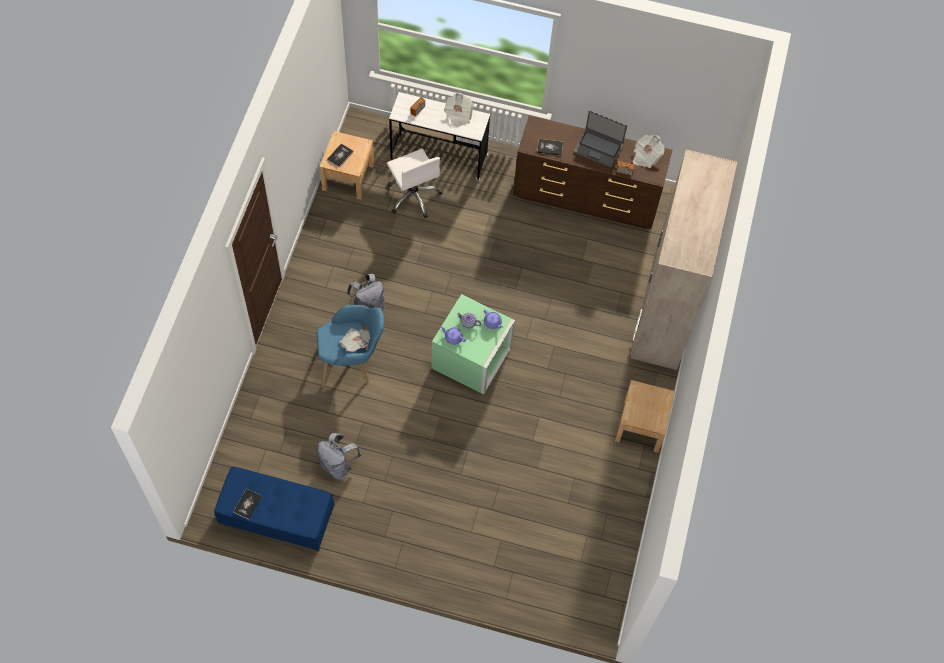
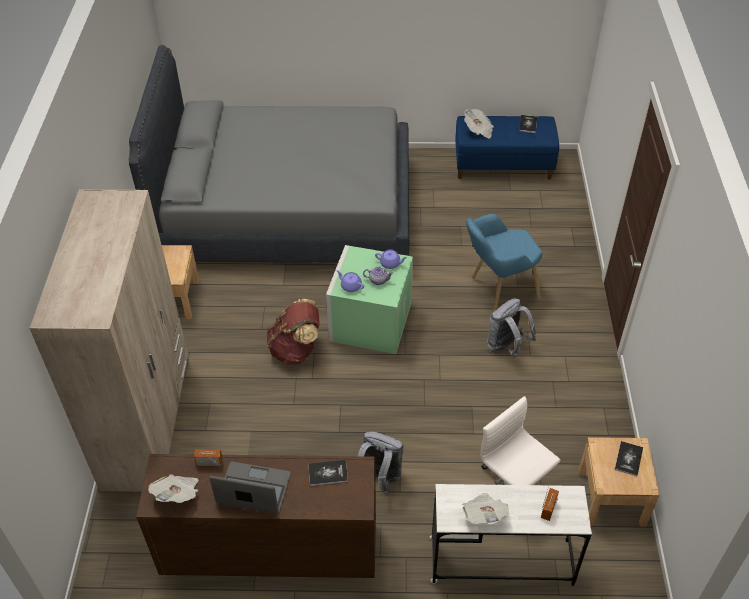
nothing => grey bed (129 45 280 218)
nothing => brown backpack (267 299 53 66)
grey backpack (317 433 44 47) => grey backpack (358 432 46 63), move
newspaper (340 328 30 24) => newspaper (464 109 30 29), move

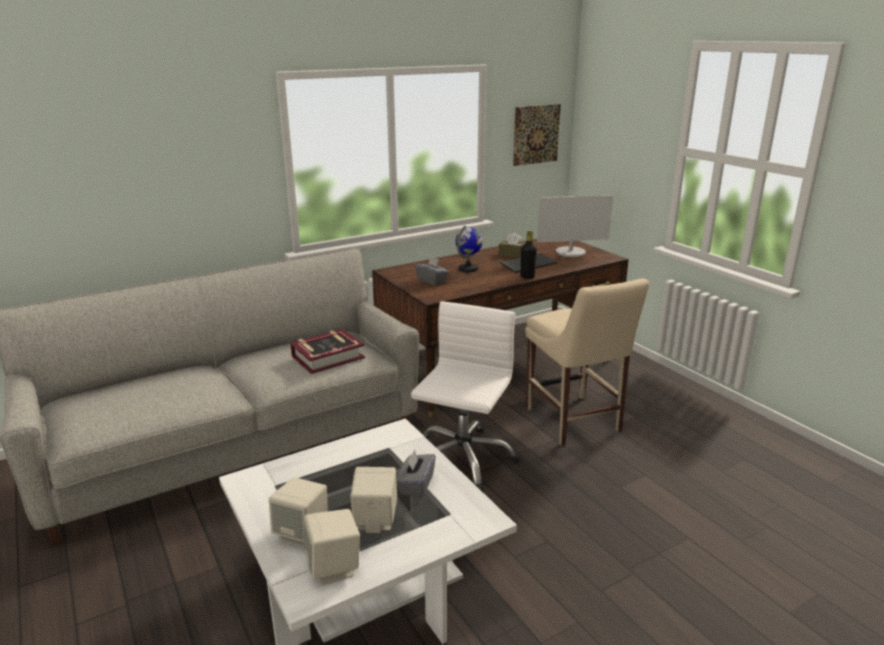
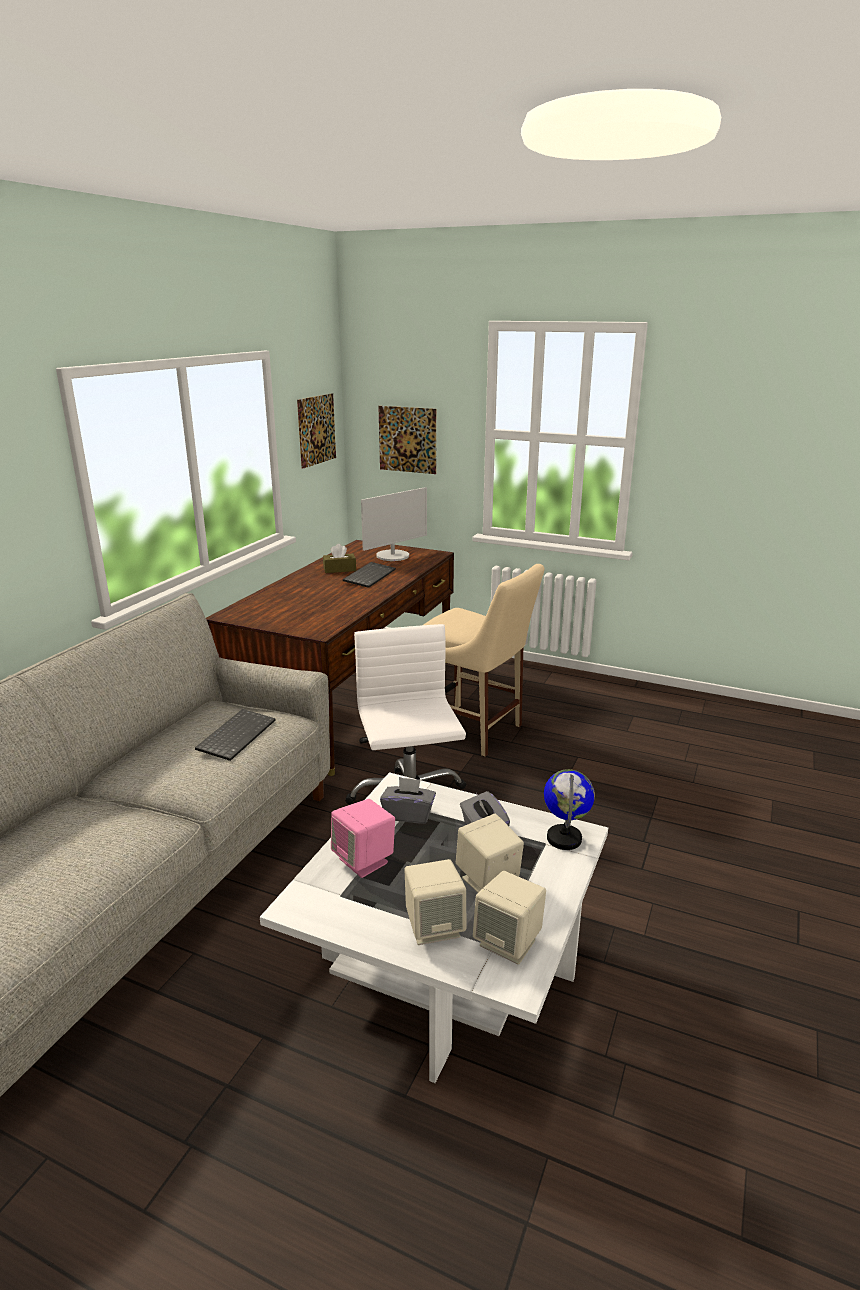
book (290 329 75 45) => keyboard (195 709 80 52)
nothing => pink speaker (331 799 64 79)
nothing => picture (378 406 58 68)
grey tissue box (415 256 34 30) => grey tissue box (380 777 56 47), move
globe (456 226 27 46) => globe (544 769 51 81), move
black bottle (520 230 17 49) => nothing

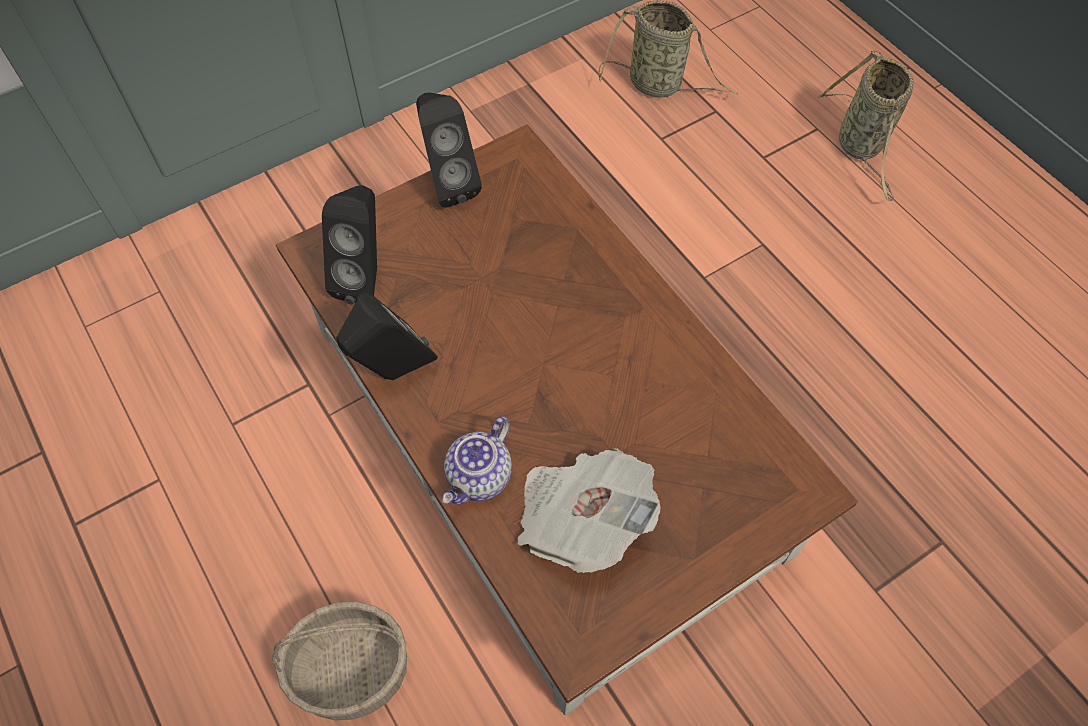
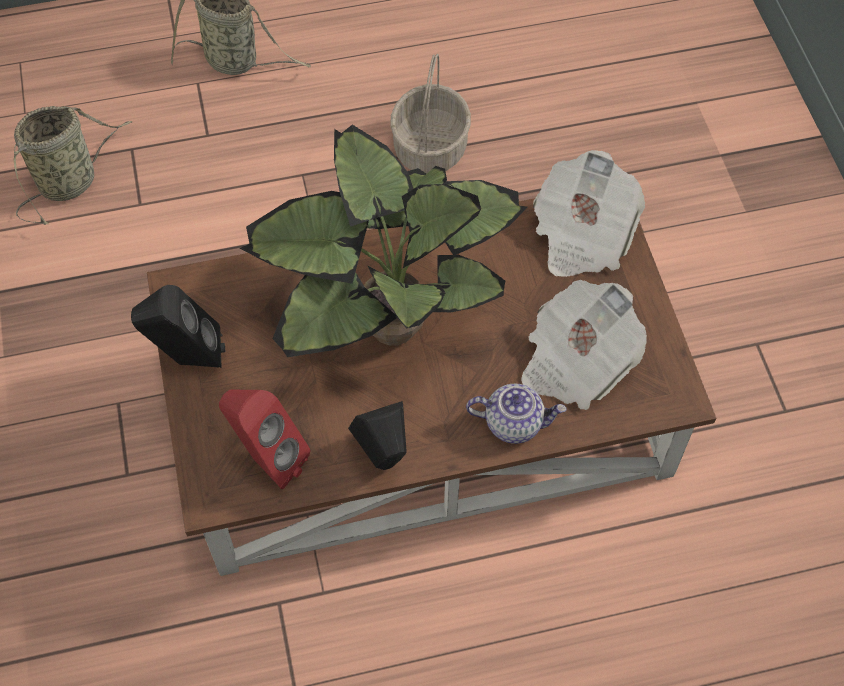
black speaker (322 186 55 118) => red speaker (219 390 92 99)
nothing => potted plant (240 125 287 232)
basket (272 602 135 119) => basket (390 54 81 120), move
teapot (442 416 70 89) => teapot (466 384 101 60), 45 degrees counterclockwise
nothing => newspaper (533 150 112 127)

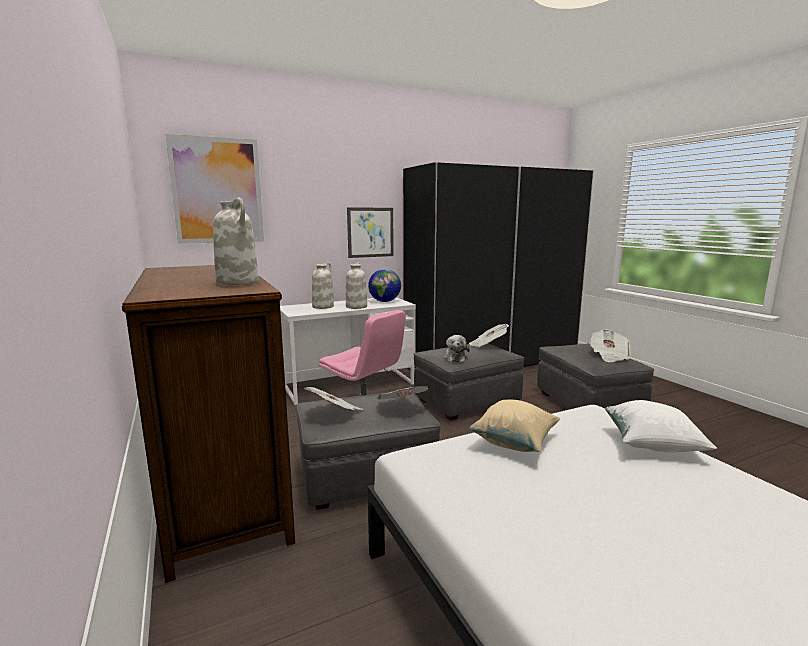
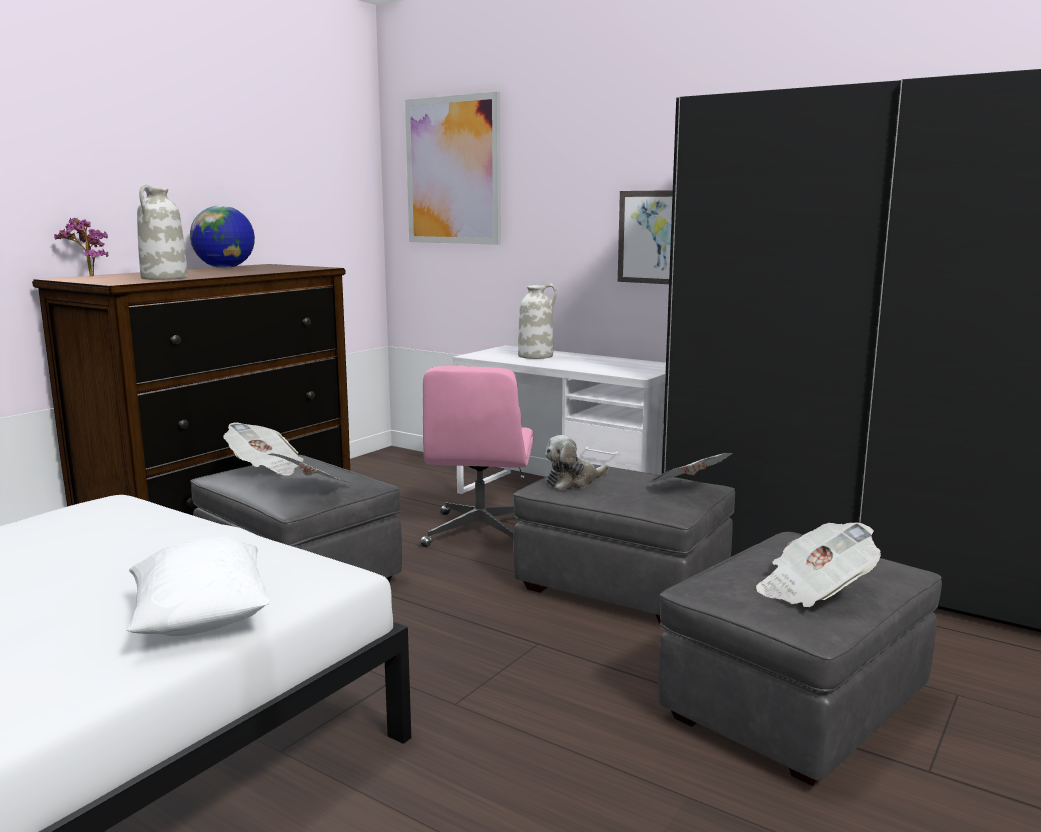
nothing => potted plant (54 218 54 58)
globe (368 269 33 33) => globe (190 205 65 63), move
white vase (346 262 21 47) => nothing
beige pillow (469 400 91 52) => nothing

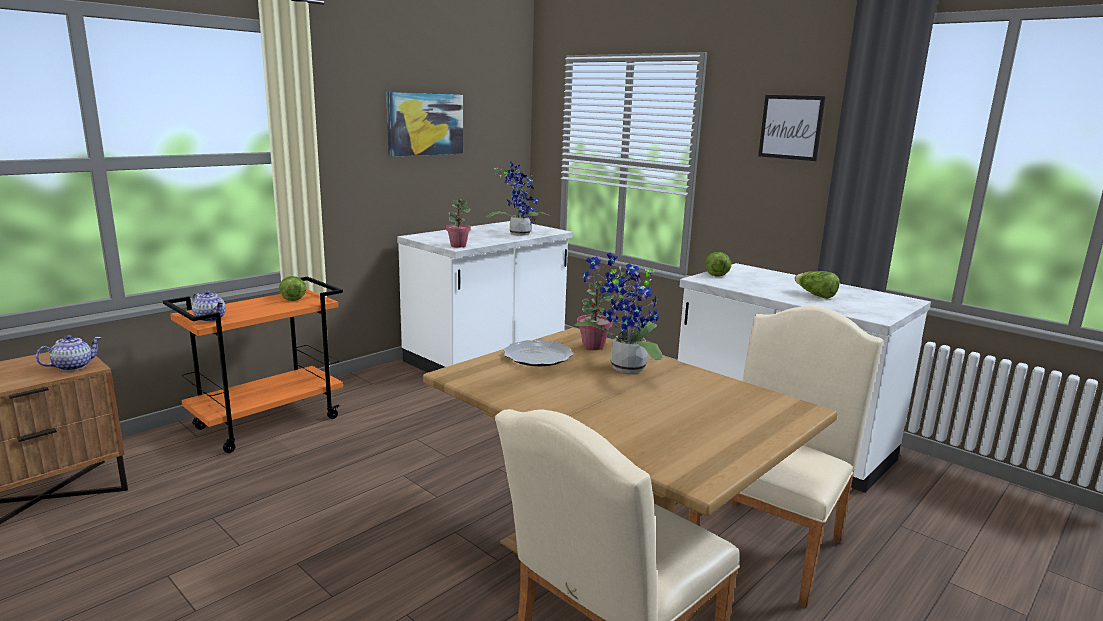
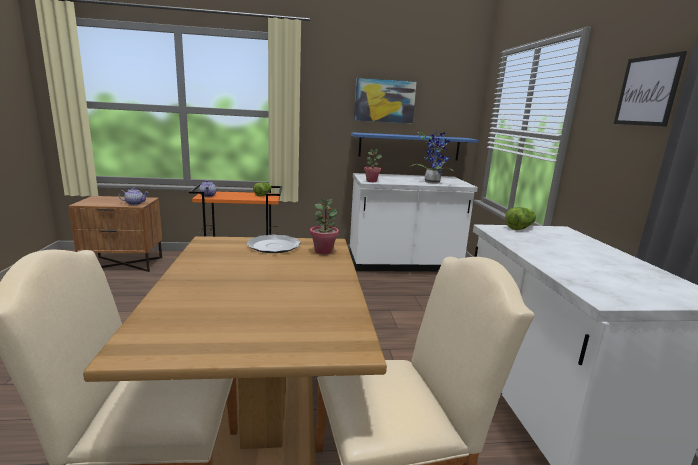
nothing => blue shelf (351 132 128 28)
potted plant (574 252 89 121) => nothing
lettuce (794 271 46 28) => nothing

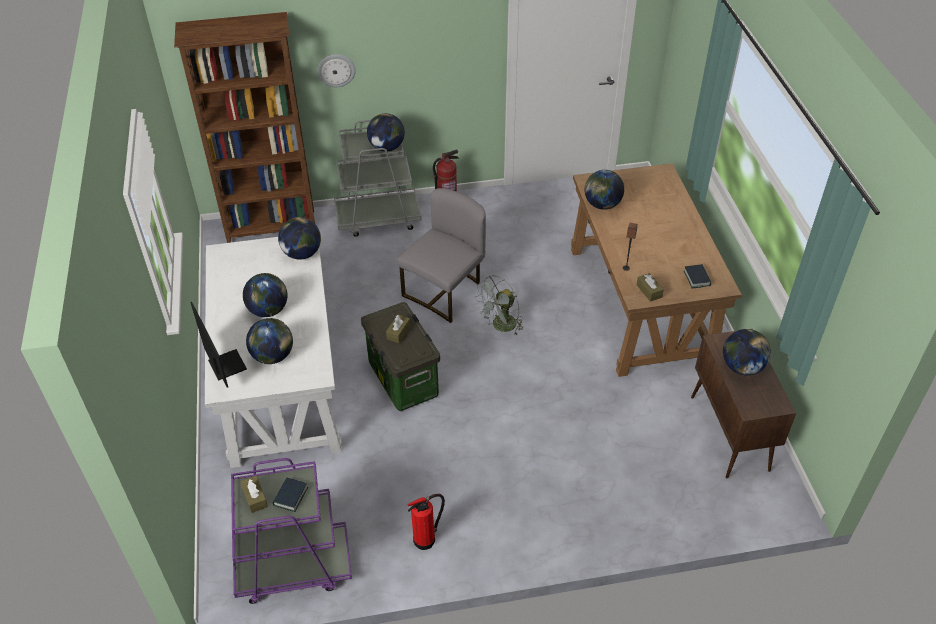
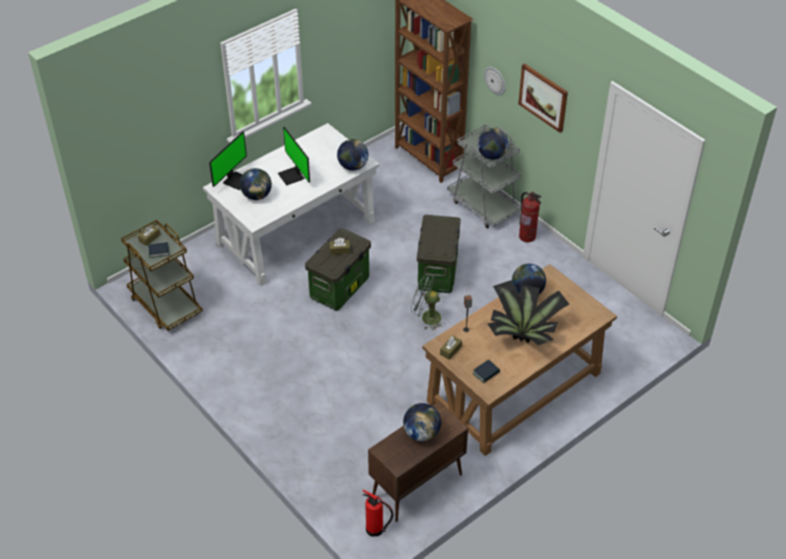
purple cart (231 458 121 146) => brown cart (121 220 81 111)
globe (243 273 44 44) => monitor (278 127 32 59)
fire extinguisher (407 494 38 56) => fire extinguisher (363 489 30 48), move
grey chair (397 188 89 135) => storage box (417 215 44 78)
nothing => potted plant (487 280 82 65)
nothing => picture (518 63 50 70)

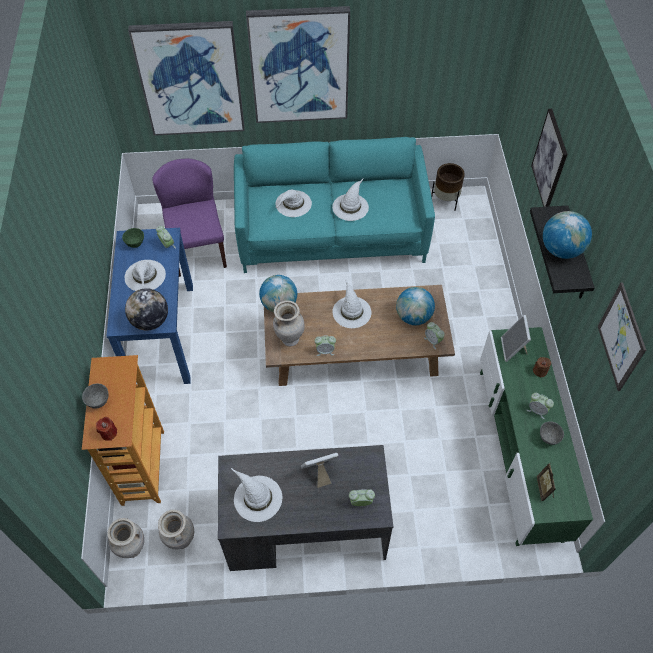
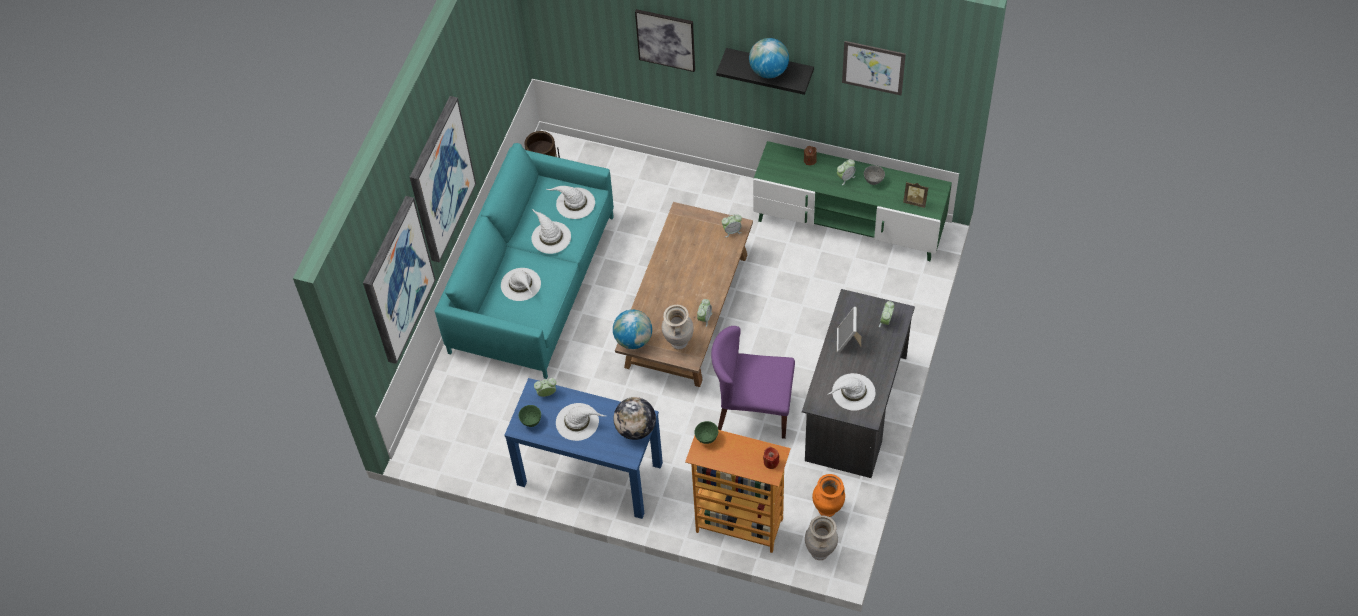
white hat (332 280 39 48) => white hat (547 186 48 33), move
nothing => green bowl (694 421 24 23)
purple chair (152 159 75 118) => purple chair (711 326 84 113), move
beige vase (158 509 36 40) => orange vase (812 474 33 43)
grey bowl (82 383 26 26) => nothing
globe (396 287 39 38) => nothing
picture frame (501 315 30 47) => nothing

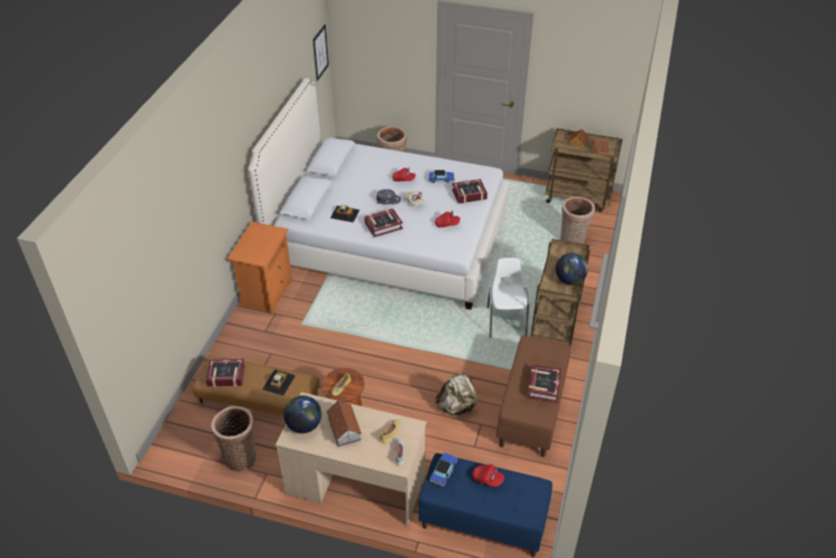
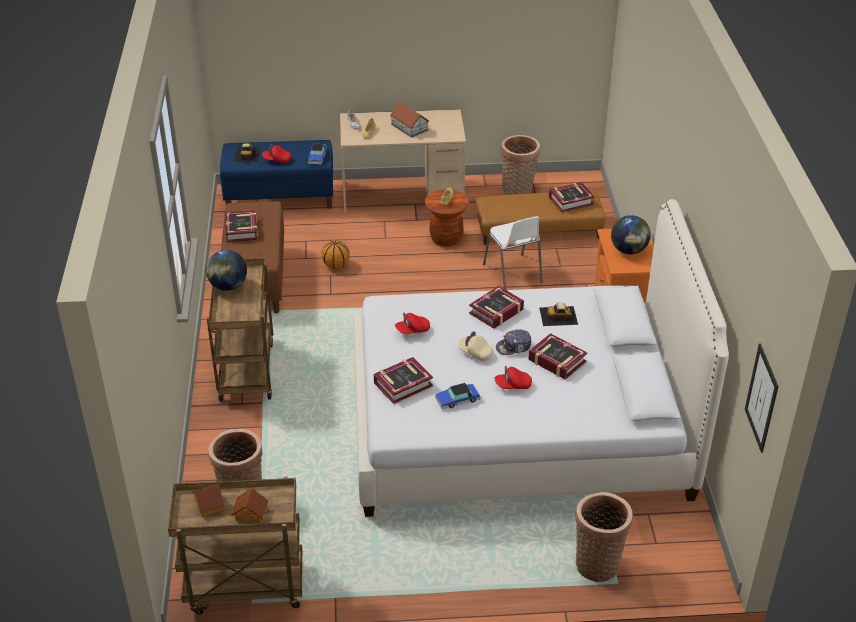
toy car (262 369 34 27) => toy car (234 143 27 19), move
beige backpack (435 371 43 44) => basketball (322 240 28 29)
white chair (487 258 42 80) => white chair (483 216 60 74), move
nothing => book (528 333 59 46)
globe (284 395 38 38) => globe (611 215 40 39), move

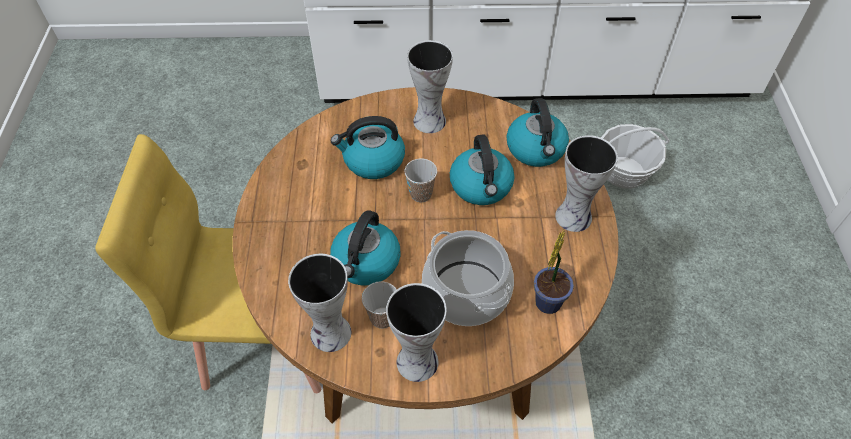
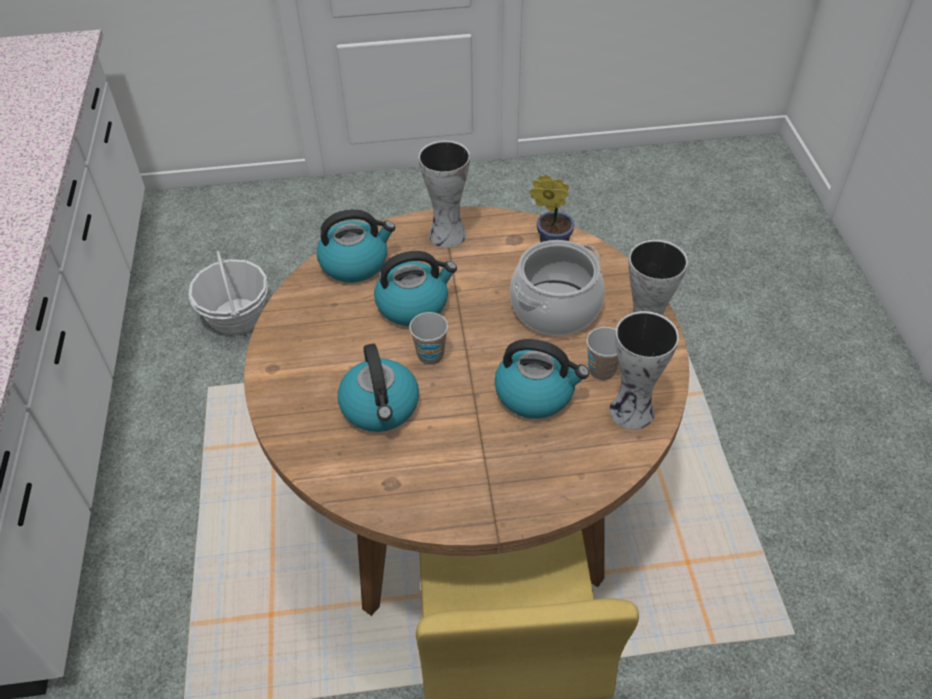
vase (407 40 46 93) => nothing

